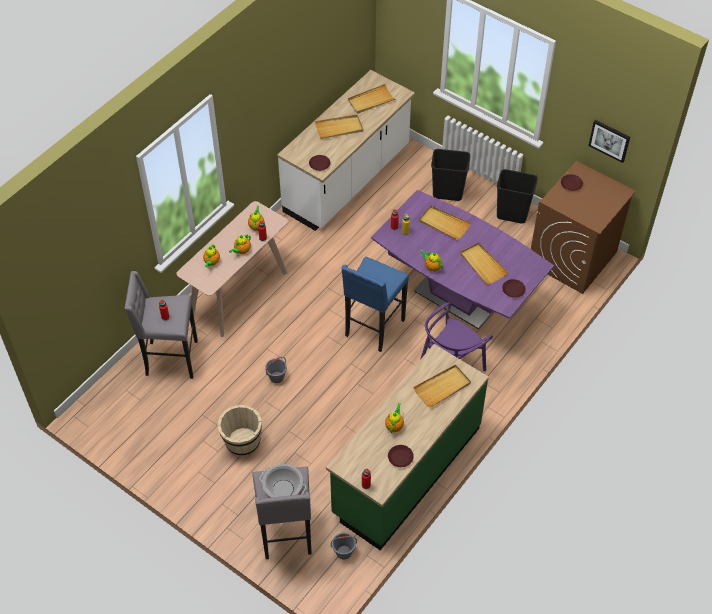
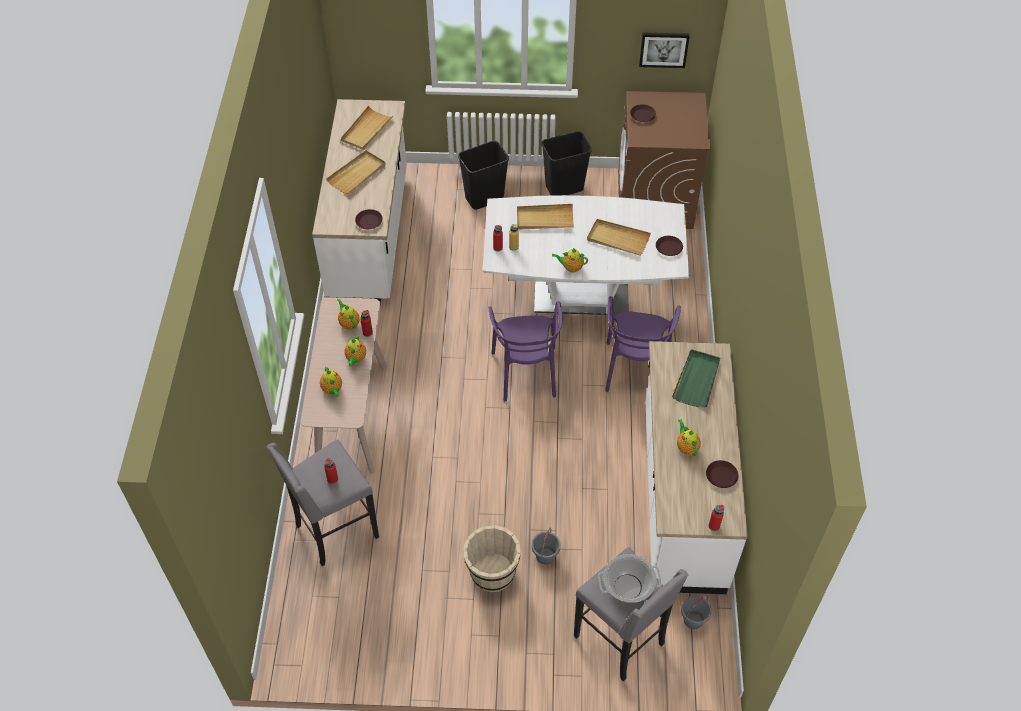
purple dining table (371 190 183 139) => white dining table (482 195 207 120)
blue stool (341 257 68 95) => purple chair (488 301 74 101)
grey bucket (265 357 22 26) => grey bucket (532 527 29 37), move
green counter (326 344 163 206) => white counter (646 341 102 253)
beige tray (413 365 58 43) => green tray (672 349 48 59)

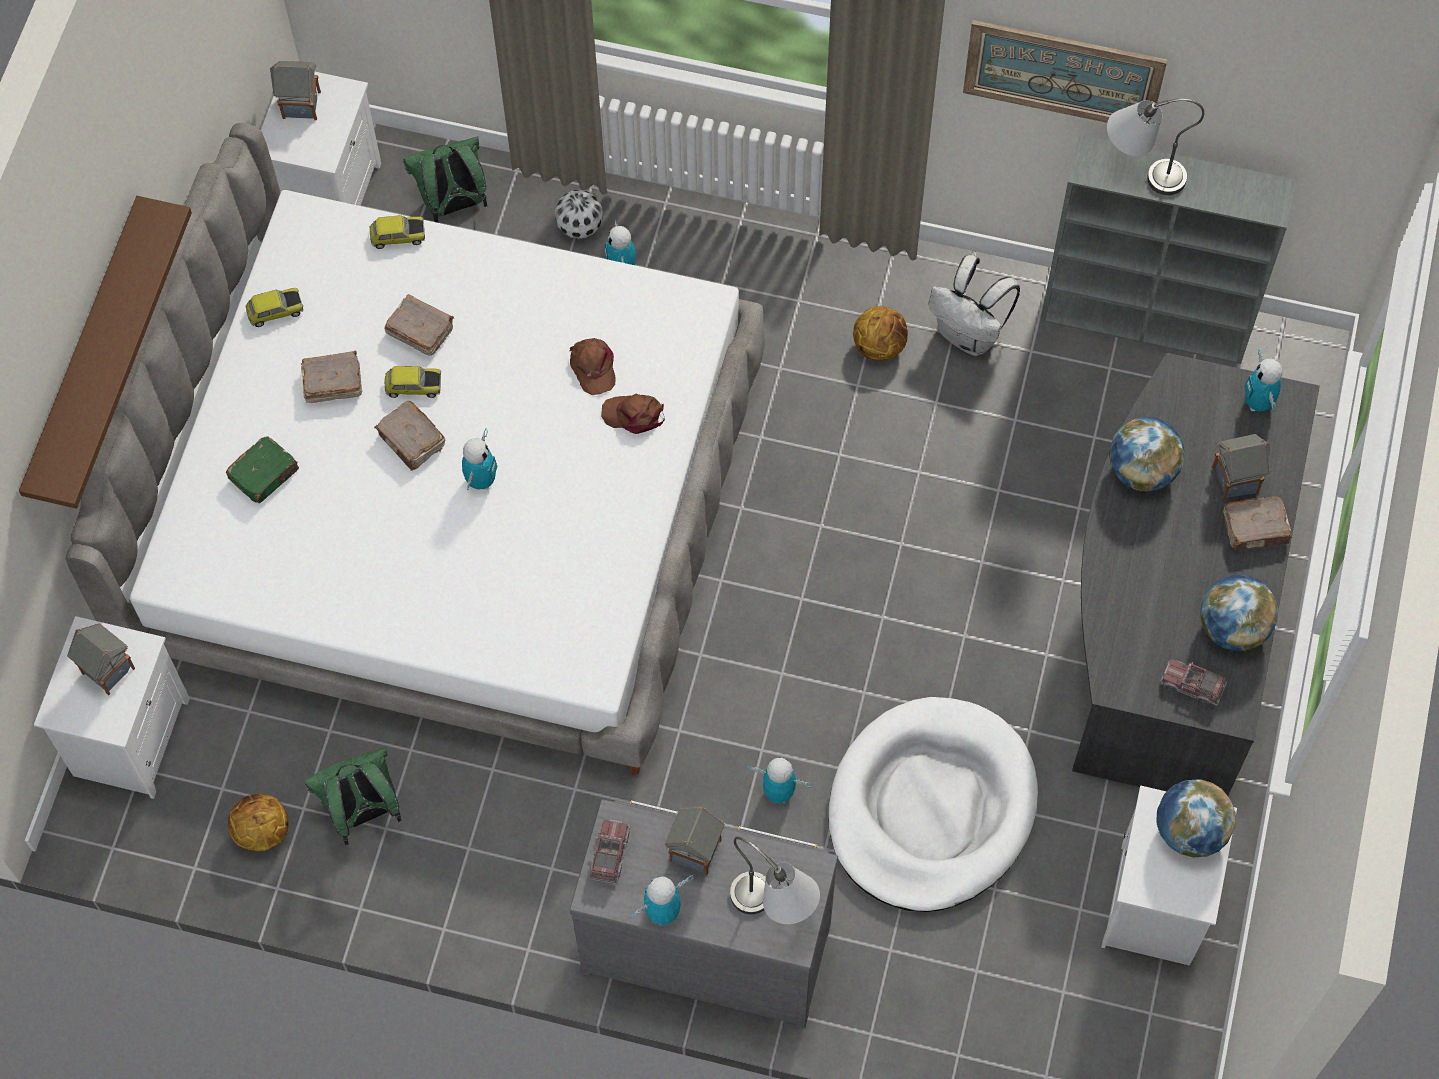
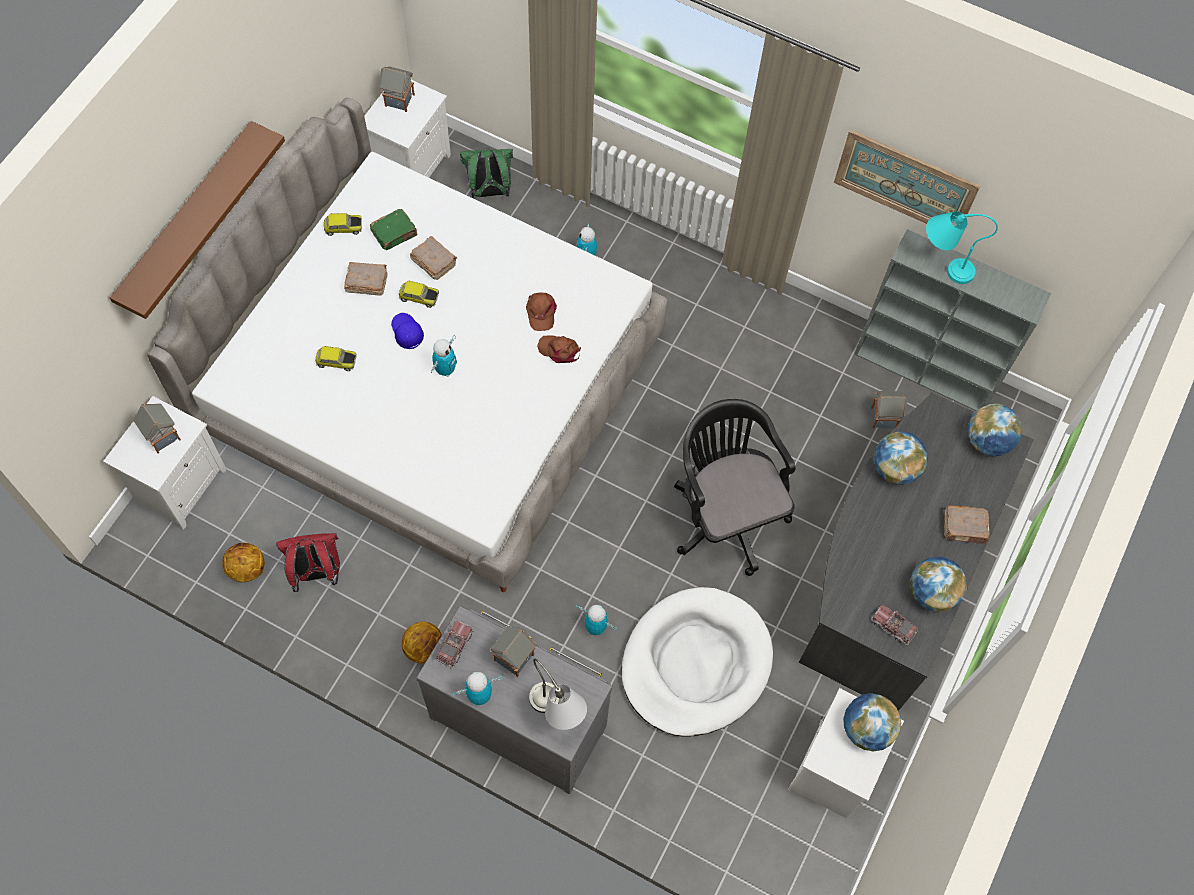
green backpack (304 748 98 97) => red backpack (276 533 64 59)
toy car (369 215 56 34) => toy car (315 346 42 25), move
green book (226 436 73 67) => green book (370 209 47 41), move
brown book (374 400 71 71) => blue cap (391 313 33 36)
basketball (853 306 55 55) => basketball (402 621 40 43), move
nothing => black office chair (674 399 122 177)
toy house (1212 434 59 66) => toy house (871 391 37 38), move
grey table lamp (1107 99 97 96) => turquoise table lamp (926 211 72 73)
toy robot (1244 349 39 63) => globe (968 404 54 52)
football (555 190 48 49) => nothing
white backpack (928 255 92 101) => nothing

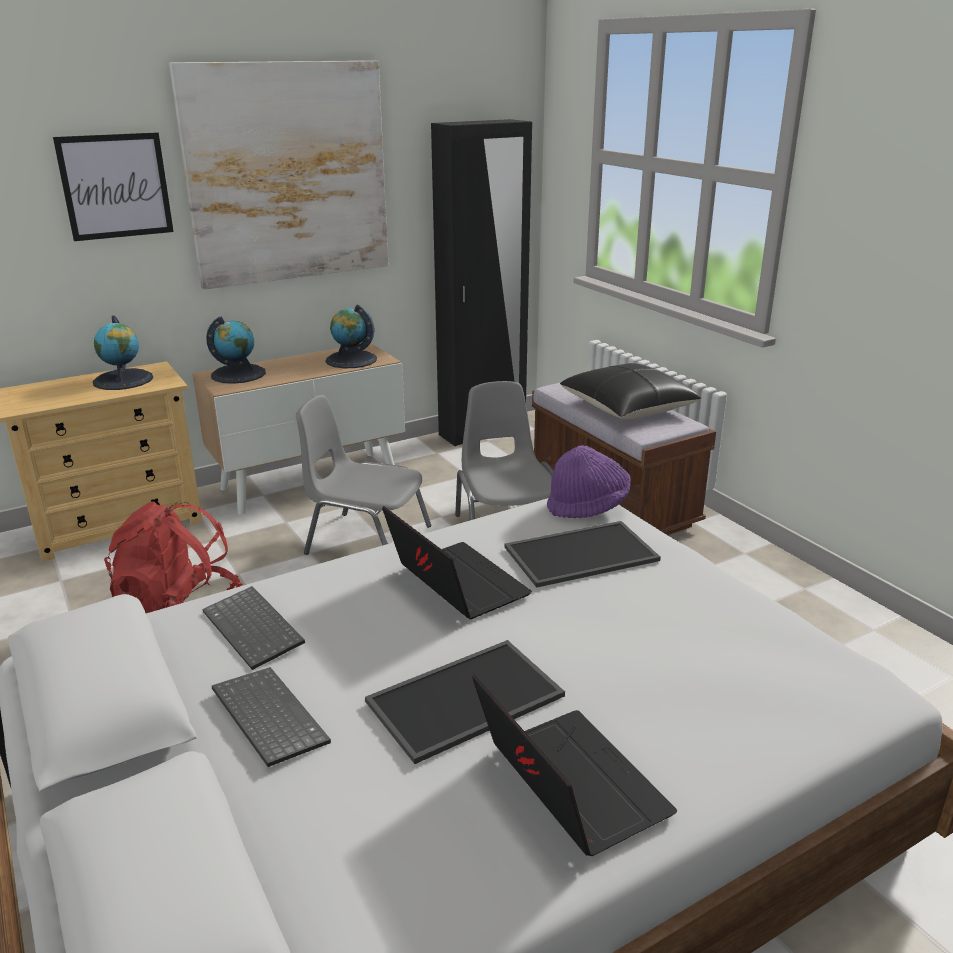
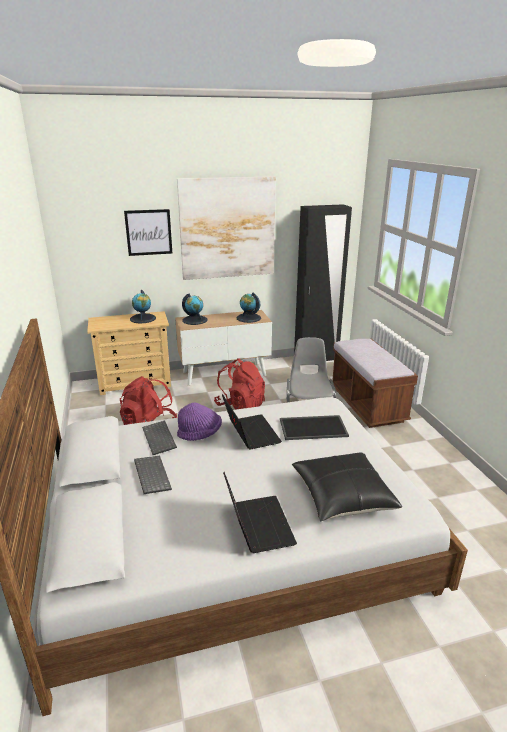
purple hat (547 445 84 73) => purple hat (177 403 45 38), move
grey chair (296 395 135 160) => red backpack (214 358 51 51)
black pillow (560 363 141 56) => black pillow (292 453 110 69), move
tray (365 640 200 124) => nothing

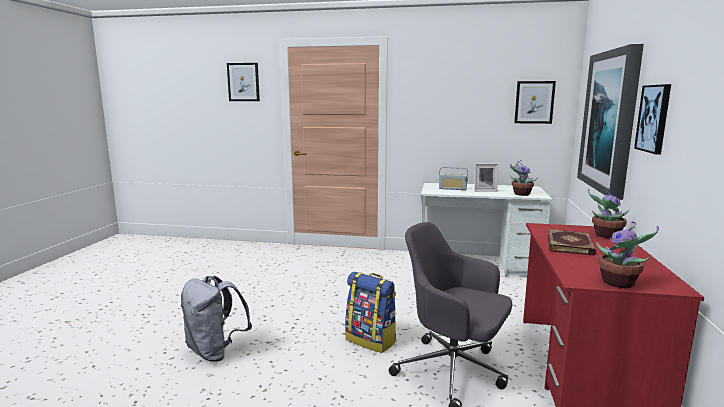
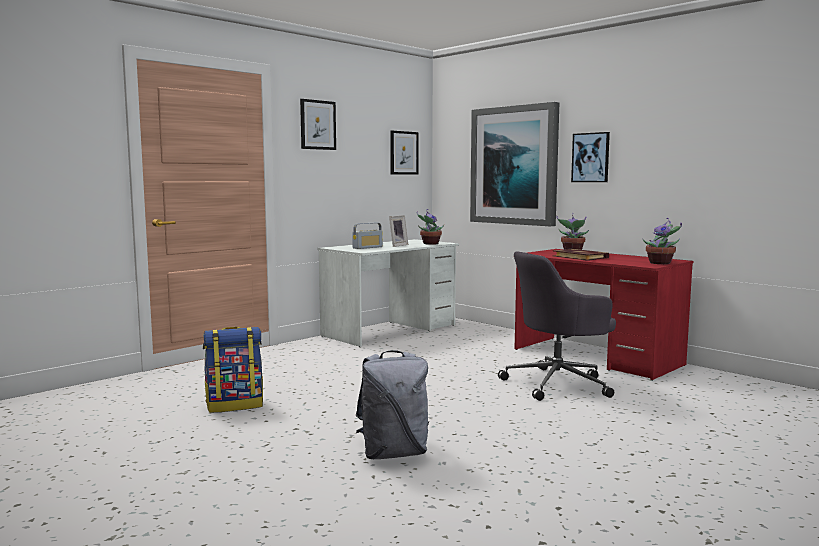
backpack (345 272 51 81) => backpack (203 327 60 86), move
picture (227 63 33 38) => picture (300 99 36 51), move

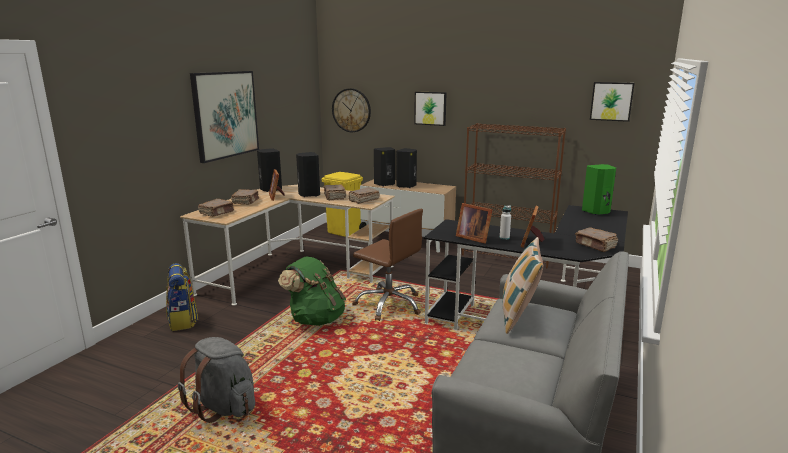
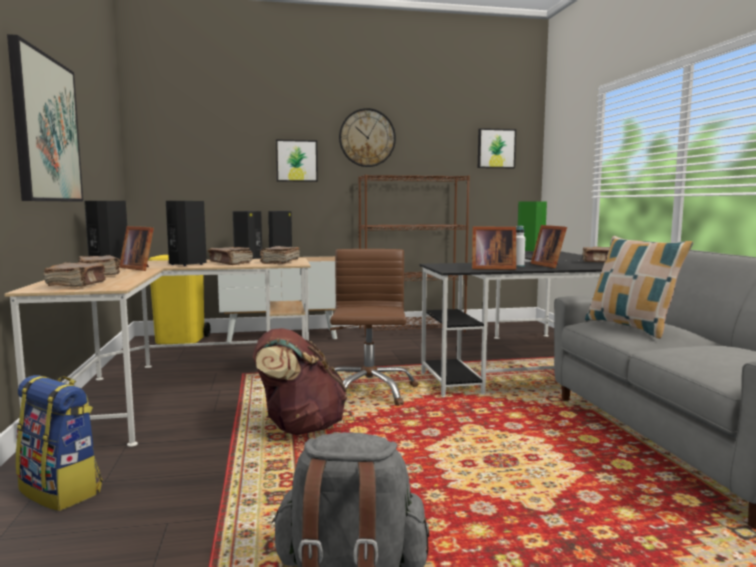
green backpack (278 256 68 70) => brown backpack (253 328 94 107)
brown office chair (352 209 71 112) => brown office chair (330 249 88 157), 90 degrees counterclockwise
wall clock (332 88 39 44) => wall clock (339 108 57 59), move

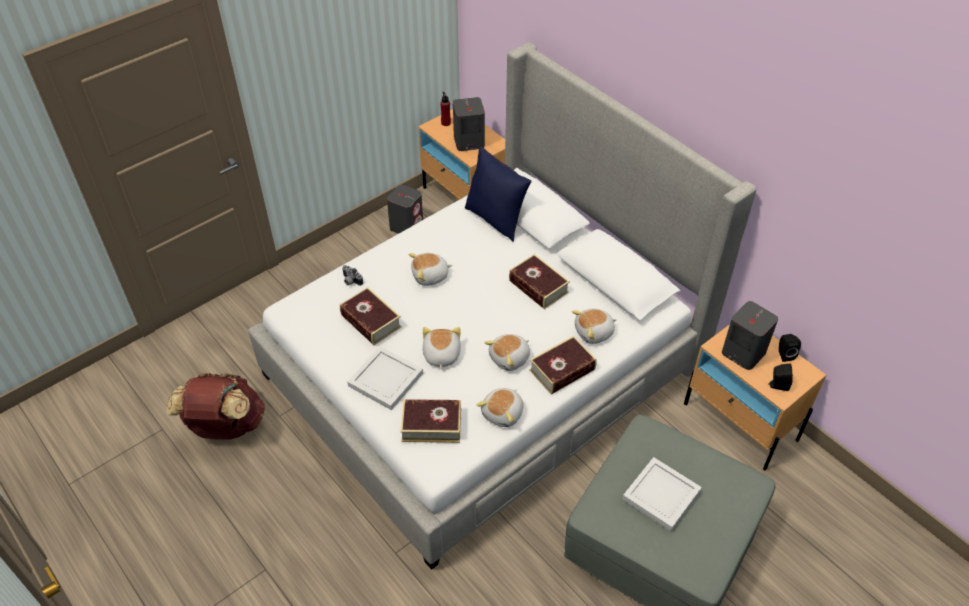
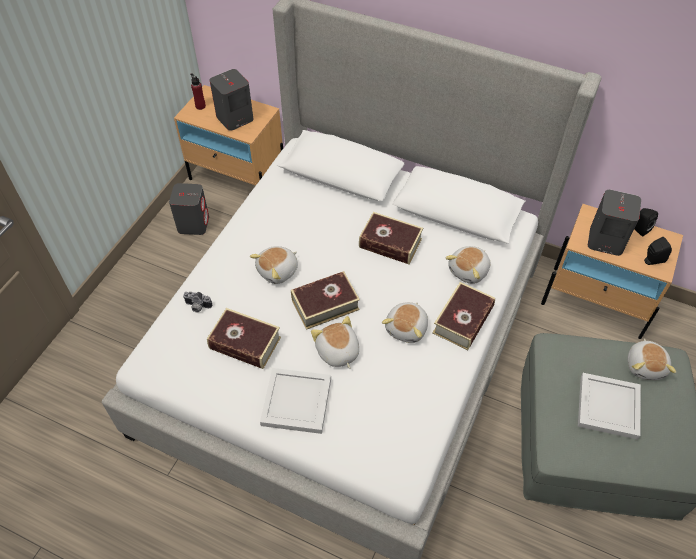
book (400 399 61 44) => book (291 271 69 59), move
plush toy (477 388 47 39) => plush toy (627 339 49 41), move
brown backpack (167 373 98 66) => nothing
blue pillow (465 147 67 95) => nothing

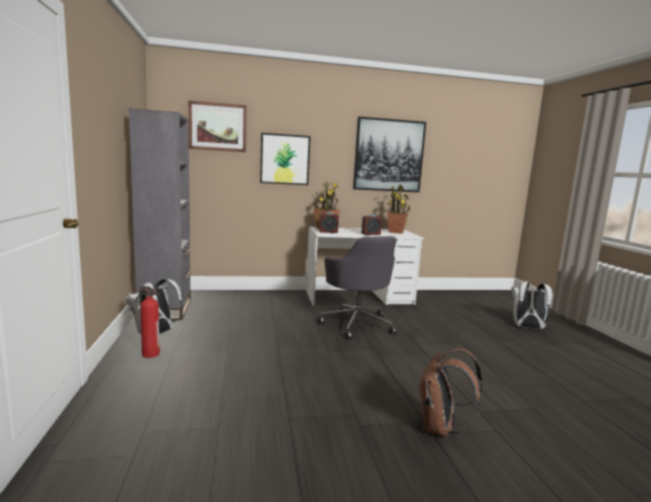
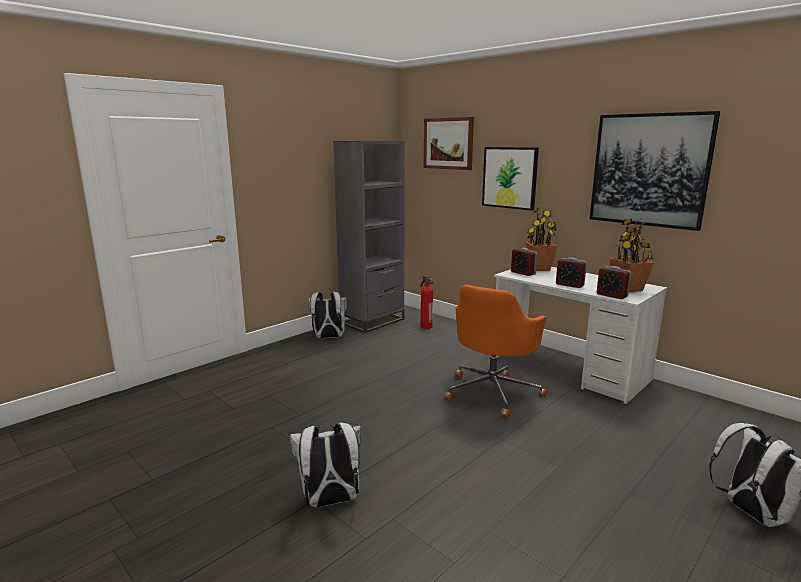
brown backpack (418 348 65 89) => white backpack (290 422 71 85)
fire extinguisher (135 286 25 72) => fire extinguisher (420 276 14 53), move
grey office chair (318 236 79 103) => orange office chair (444 285 103 134)
nothing => alarm clock (597 266 34 33)

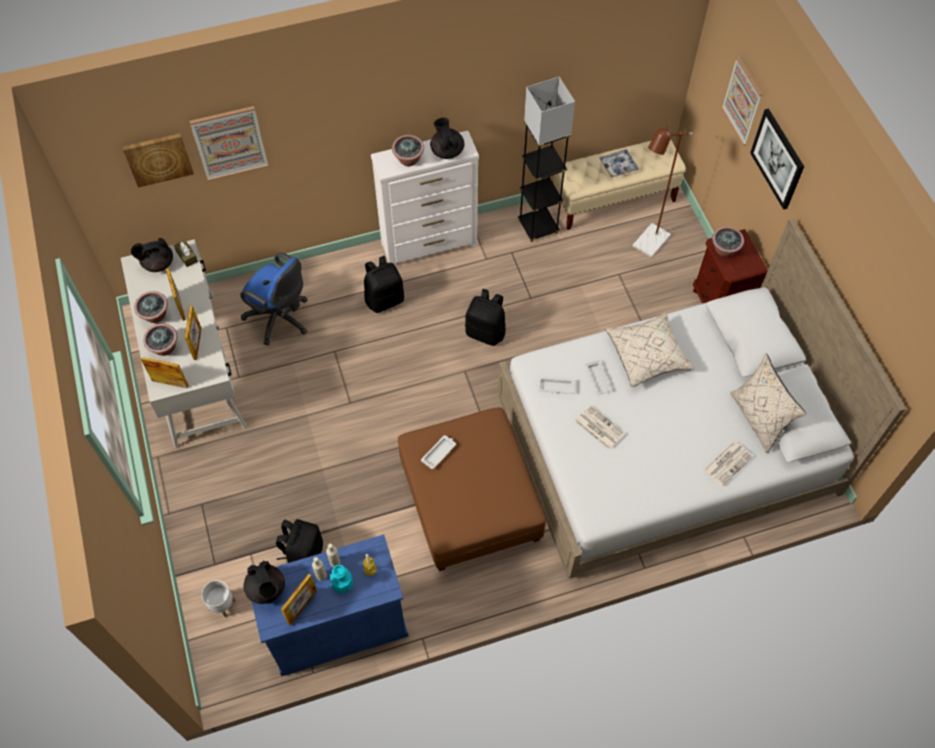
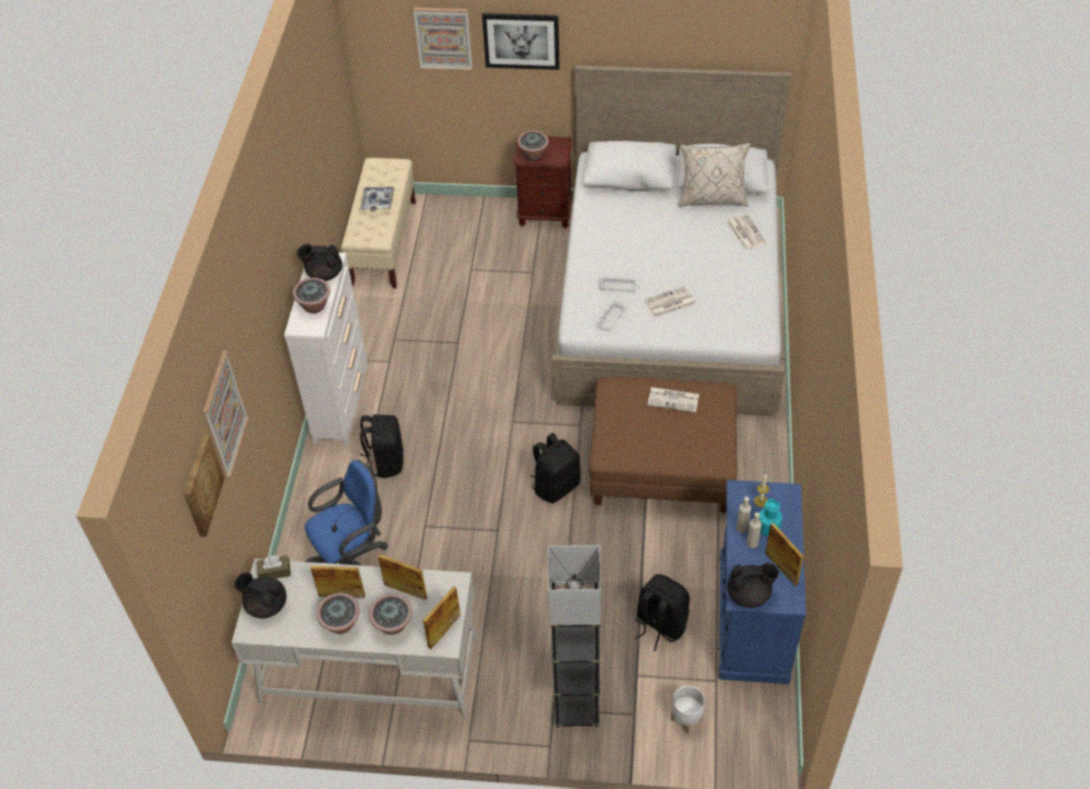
black teapot (131 238 42 34) => black teapot (234 572 53 46), 105 degrees clockwise
black backpack (465 289 41 57) => black backpack (531 433 50 70), move
grey floor lamp (518 77 57 165) => grey floor lamp (548 545 53 183), move
nothing => newspaper (647 387 52 26)
white tray (421 435 35 34) => nothing
beige pillow (605 312 90 76) => nothing
brown floor lamp (633 126 60 132) => nothing

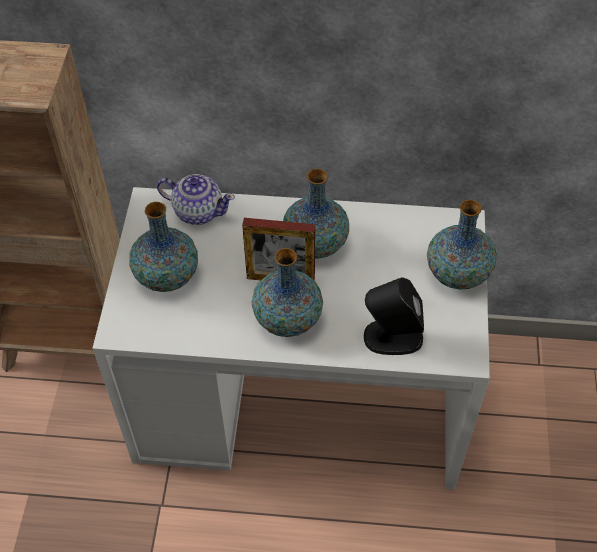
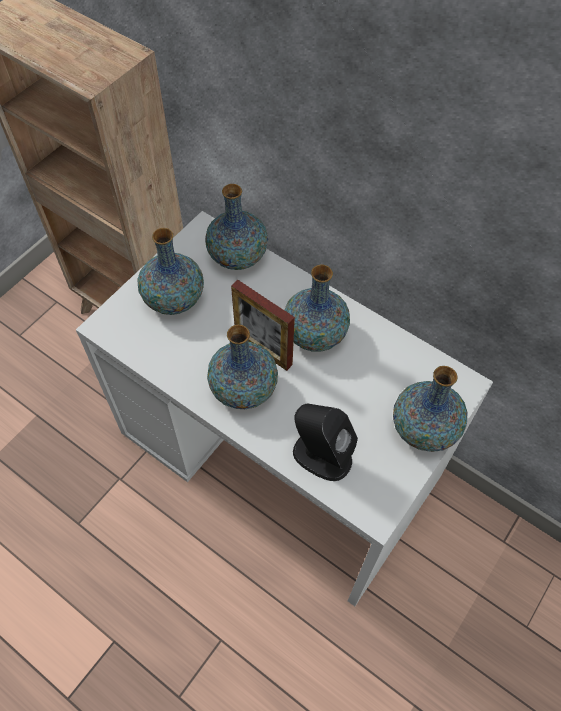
teapot (157 174 78 51) => vase (205 184 63 86)

